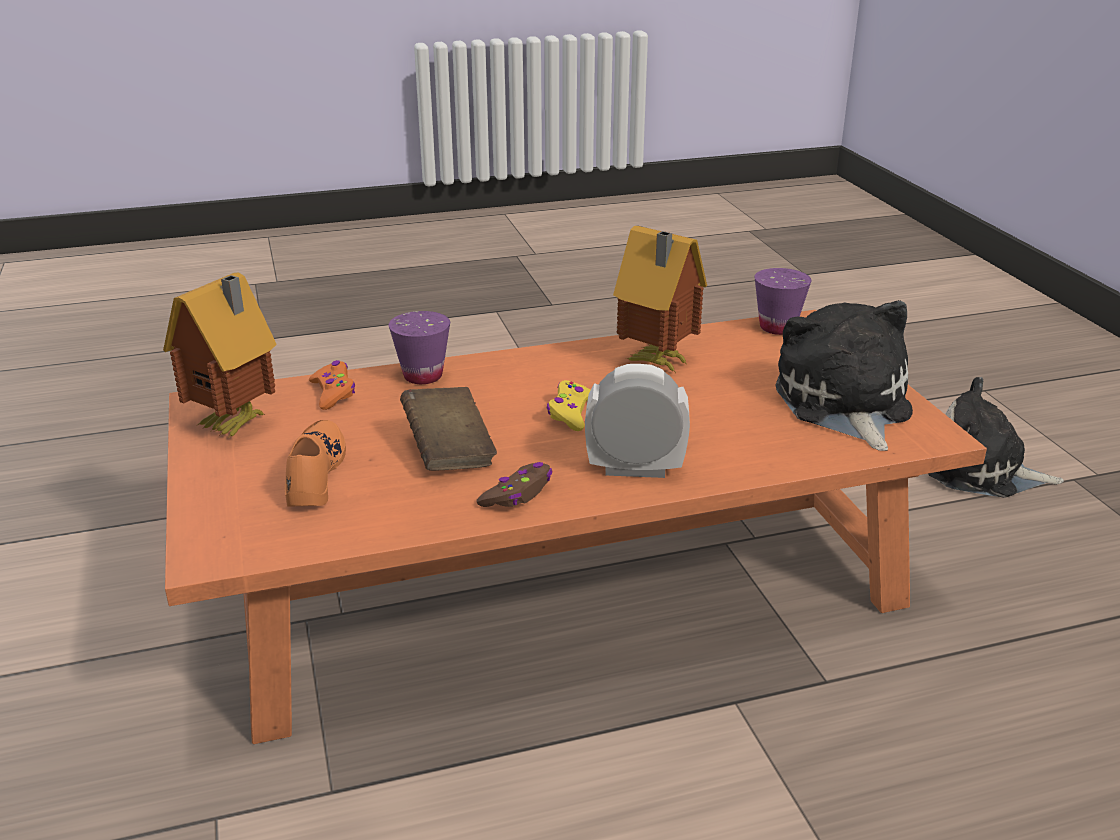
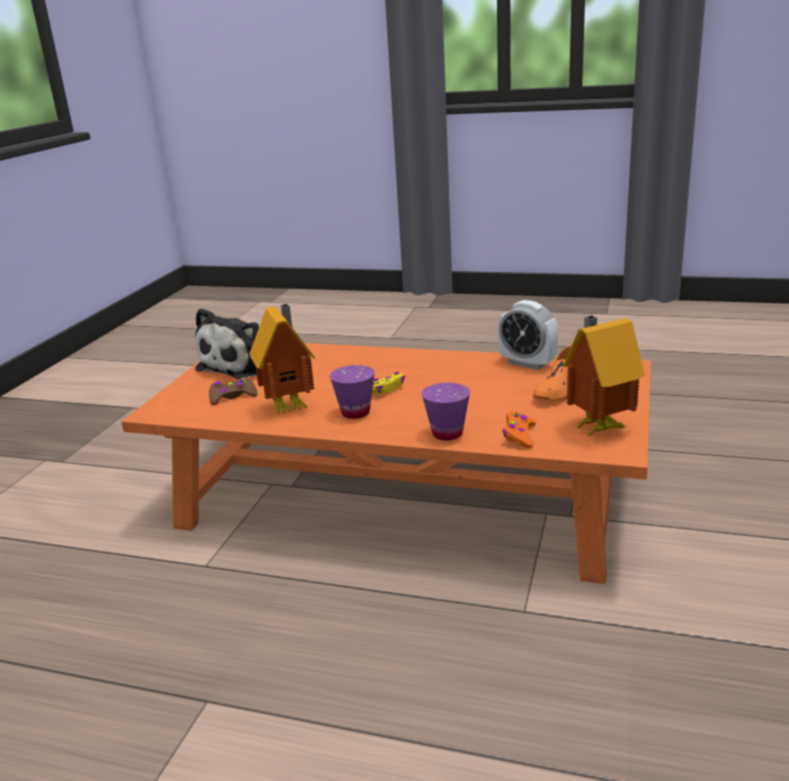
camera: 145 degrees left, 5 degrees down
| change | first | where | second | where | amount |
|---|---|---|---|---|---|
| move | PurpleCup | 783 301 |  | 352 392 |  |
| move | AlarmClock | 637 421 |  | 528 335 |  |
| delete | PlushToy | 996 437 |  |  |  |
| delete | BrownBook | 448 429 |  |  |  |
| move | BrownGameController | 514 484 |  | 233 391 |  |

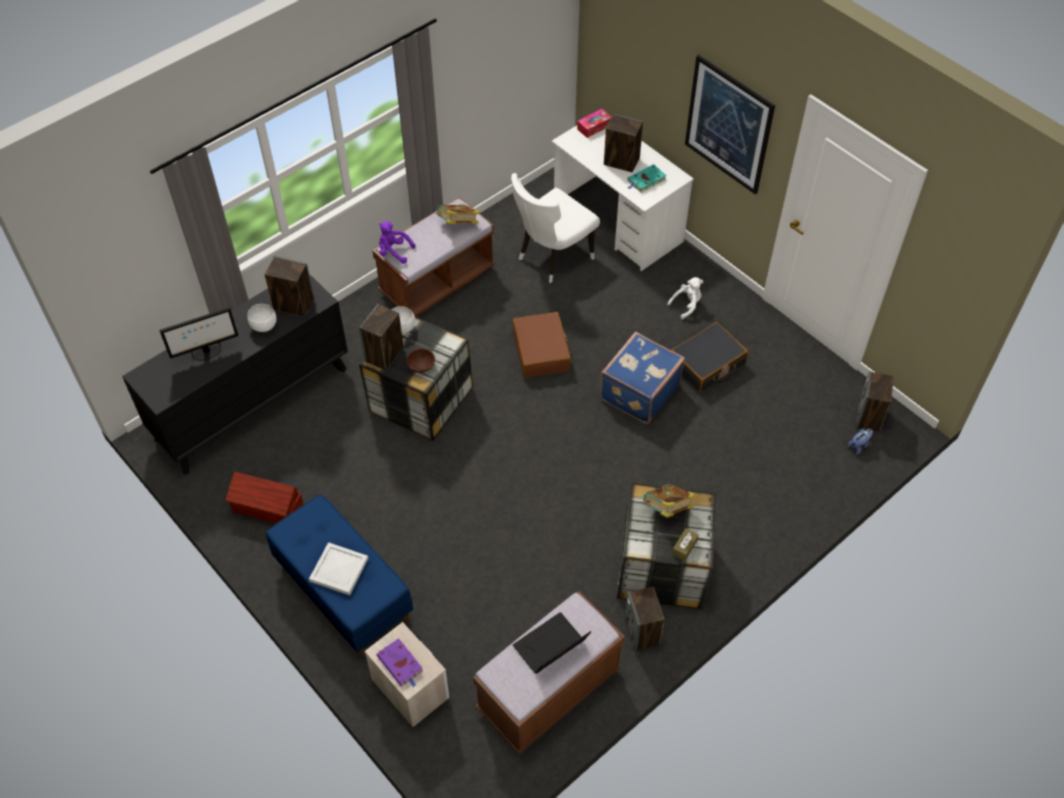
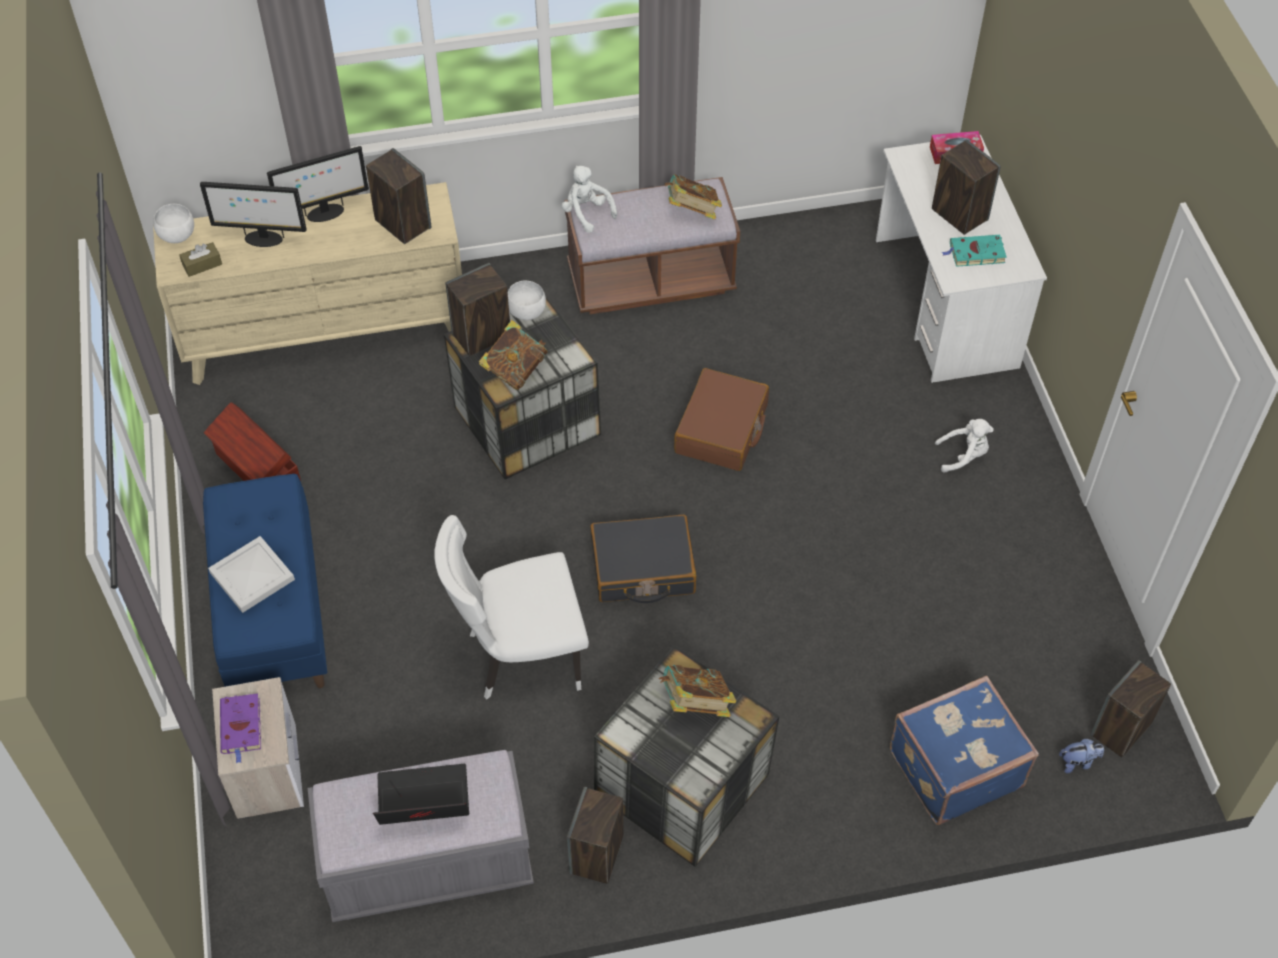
camera: 30 degrees right, 0 degrees up
| change | first | where | second | where | amount |
|---|---|---|---|---|---|
| delete | Picture | 730 125 |  |  |  |
| move | WhiteChair | 555 228 |  | 511 607 |  |
| recolor | PurplePlushToy | 397 243 | WhitePlushToy | 589 199 |  |
| recolor | BlackDresser | 235 374 | BeigeDresser | 307 283 |  |
| move | WhiteBowl | 262 318 |  | 173 223 |  |
| move | BlackSuitcase | 709 357 |  | 643 558 |  |
| move | BlueSuitcase | 642 378 |  | 964 750 |  |
| replace | BrownBowl | 420 360 | Book | 513 355 |  |
| move | BrownTissueBox | 685 544 |  | 200 259 |  |
| recolor | BrownBench | 549 672 | GreyBench | 420 836 |  |
| insert |  |  | Monitor | 318 184 |  |

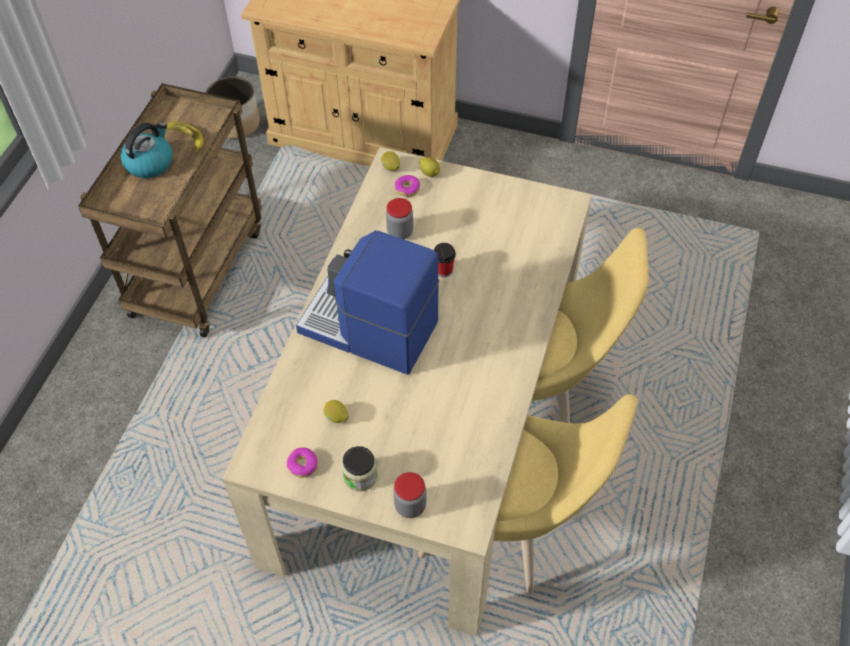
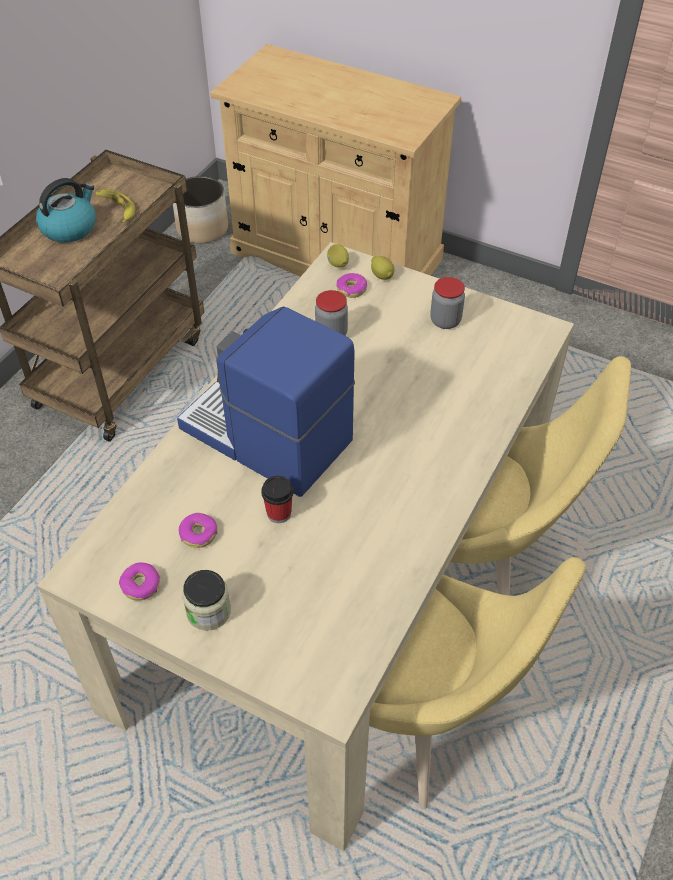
camera: 10 degrees right, 5 degrees down
| change | first | where | second | where | amount |
|---|---|---|---|---|---|
| move | Cup | 445 260 |  | 277 499 |  |
| replace | Lemon | 336 411 | Donut | 198 530 |  |
| move | Jar | 409 495 |  | 447 303 |  |

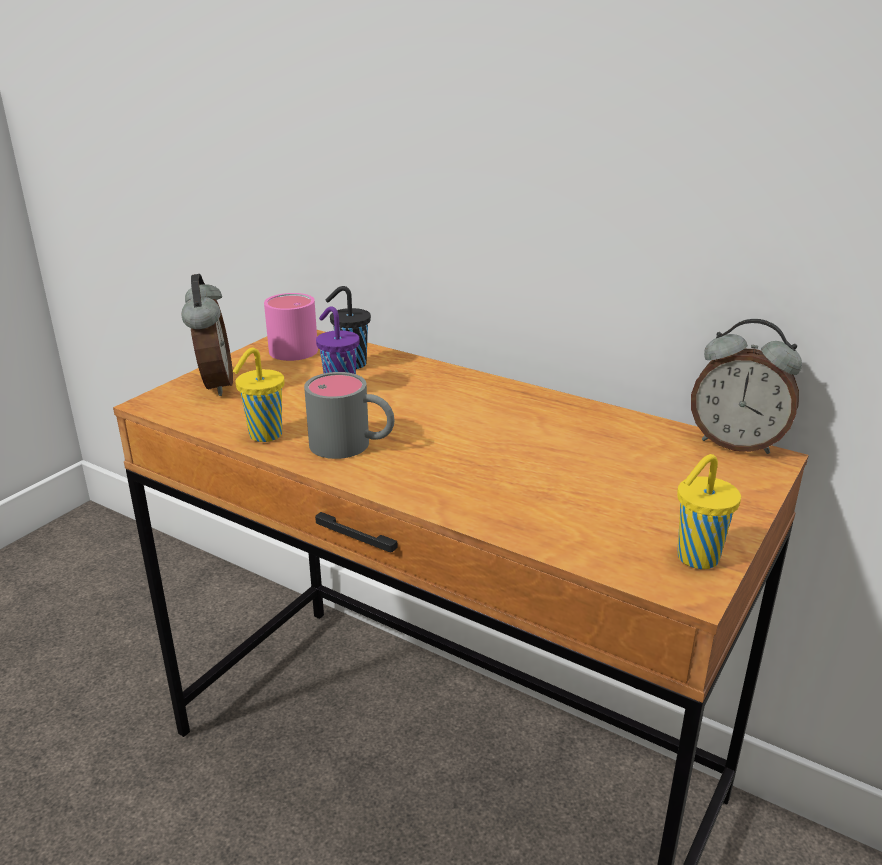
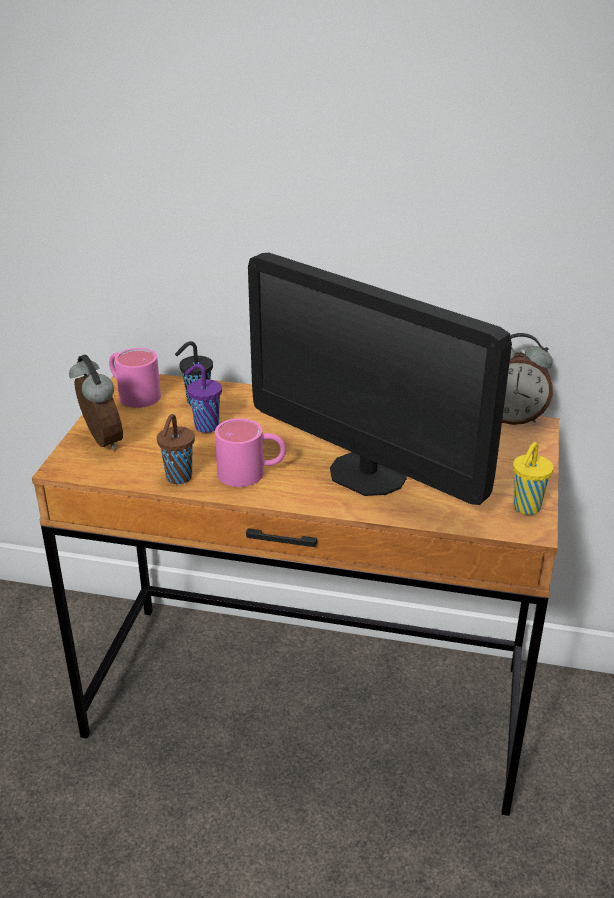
camera: 20 degrees left, 5 degrees up
| change | first | where | second | where | amount |
|---|---|---|---|---|---|
| recolor | YellowCup | 258 395 | BrownCup | 176 449 |  |
| recolor | GreyMug | 349 415 | PinkMug | 250 452 |  |
| insert |  |  | Monitor | 380 378 |  |

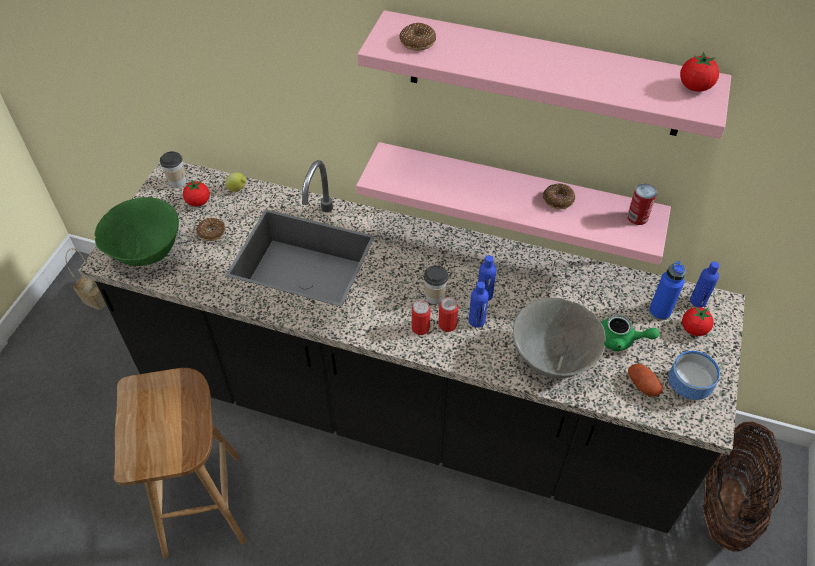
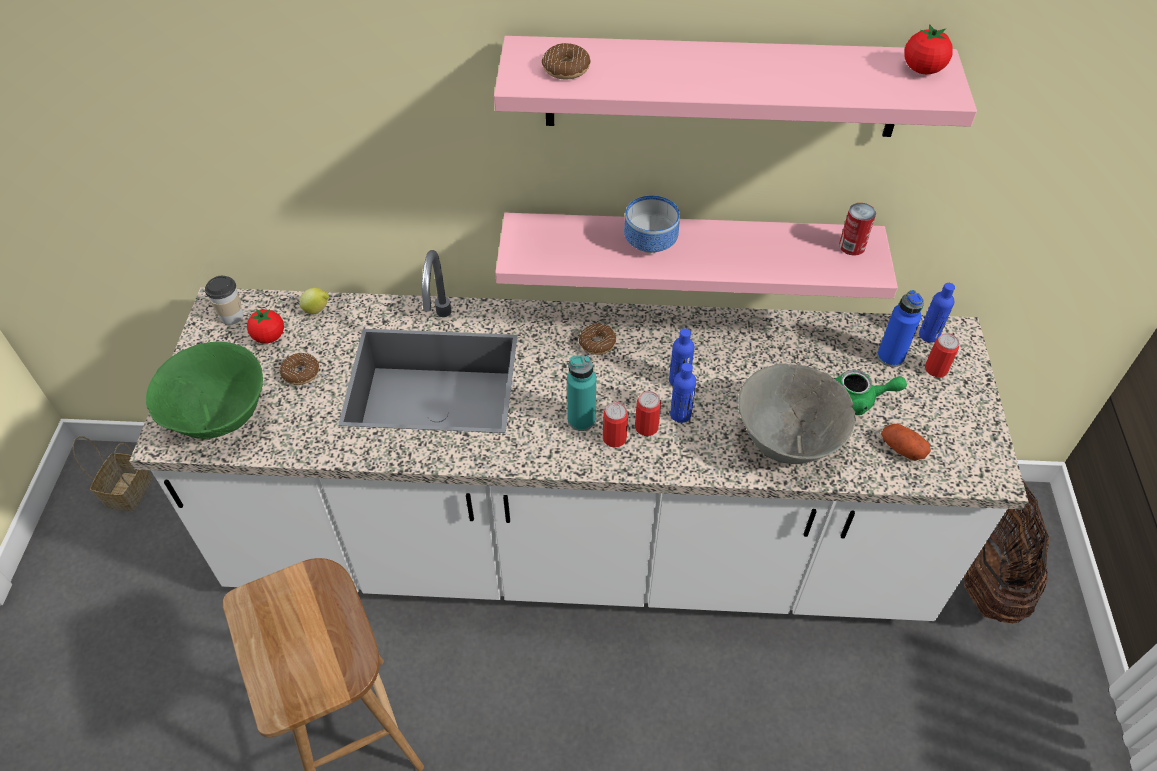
camera: 15 degrees left, 0 degrees up
| change | first | where | second | where | amount |
|---|---|---|---|---|---|
| recolor | BlackCounter | 411 346 | WhiteCounter | 578 435 |  |
| move | Donut | 559 196 |  | 597 339 |  |
| delete | Cup | 436 285 |  |  |  |
| replace | Tomato | 698 321 | Can | 942 355 |  |
| move | Bowl | 694 375 |  | 652 224 |  |
| insert |  |  | TurquoiseBottle | 581 393 |  |

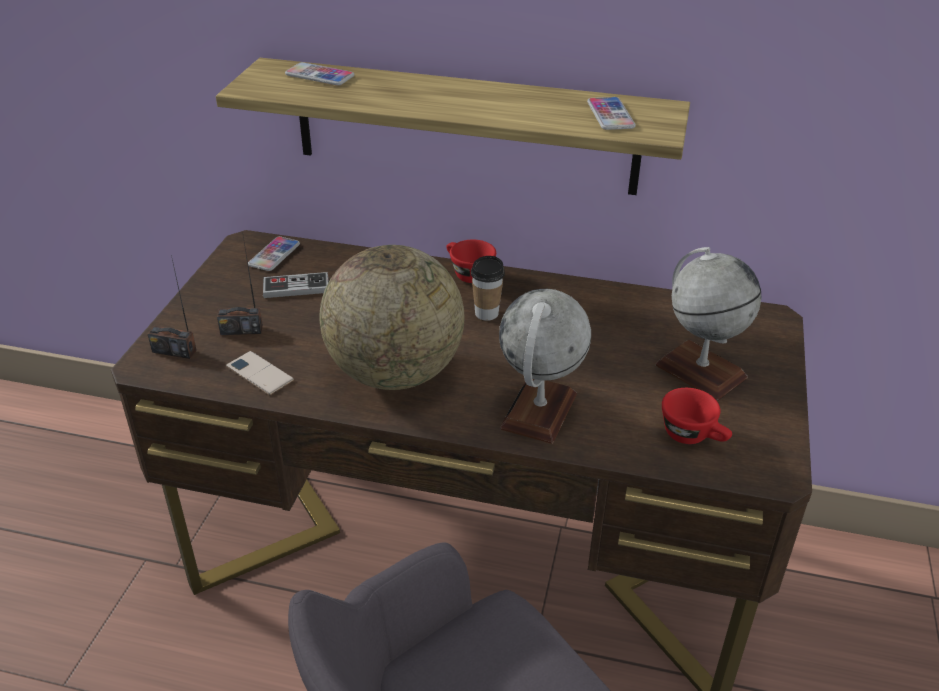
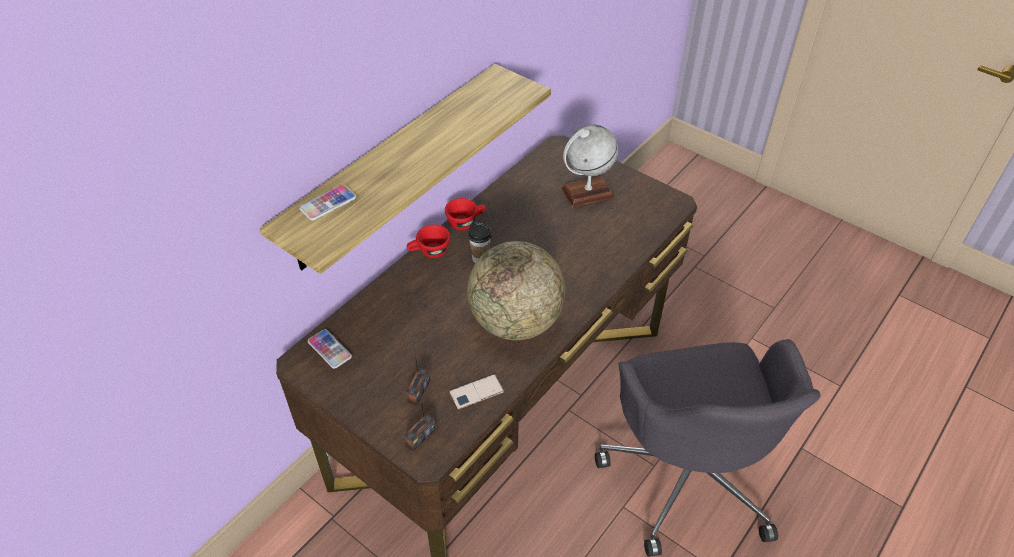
camera: 65 degrees left, 10 degrees up
| change | first | where | second | where | amount |
|---|---|---|---|---|---|
| delete | Phone | 611 113 |  |  |  |
| delete | GameController | 296 285 |  |  |  |
| delete | Globe | 545 366 |  |  |  |
| move | RedCup | 697 416 |  | 465 214 |  |

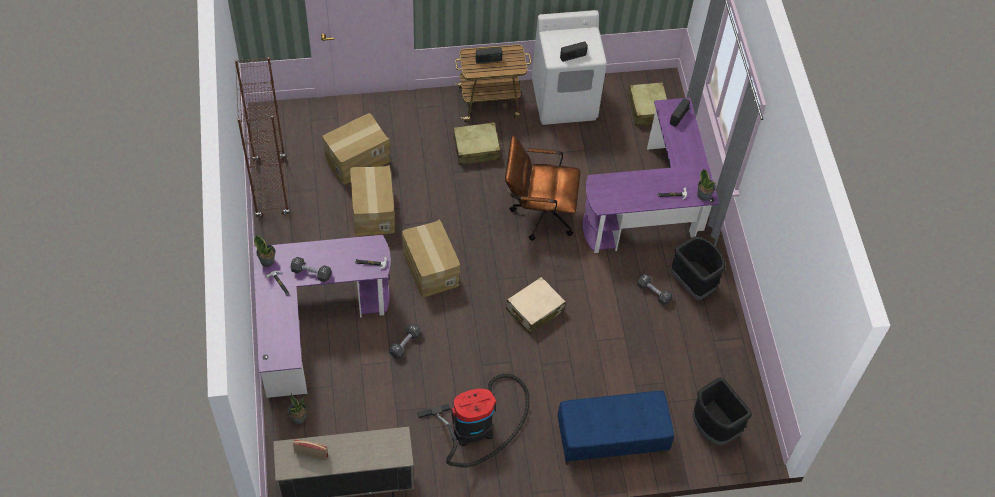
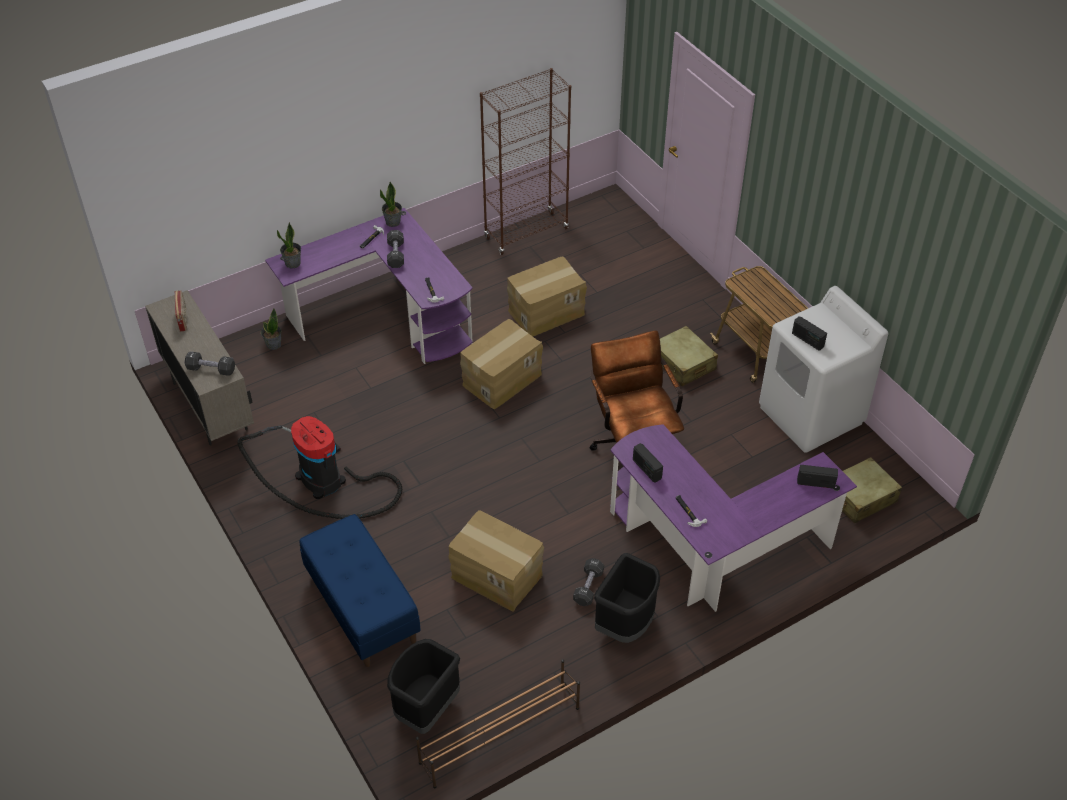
camera: 70 degrees right, 10 degrees down
| change | first | where | second | where | amount |
|---|---|---|---|---|---|
| move | Radio | 489 55 |  | 648 463 |  |
| move | CardboardBox | 356 149 |  | 496 561 |  |
| move | PottedPlant | 706 185 |  | 289 245 |  |
| delete | BeigeSuitcase | 536 305 |  |  |  |
| move | BlackDumbbell | 405 341 |  | 210 364 |  |
| insert |  |  | BrownShoeRack | 498 724 |  |

